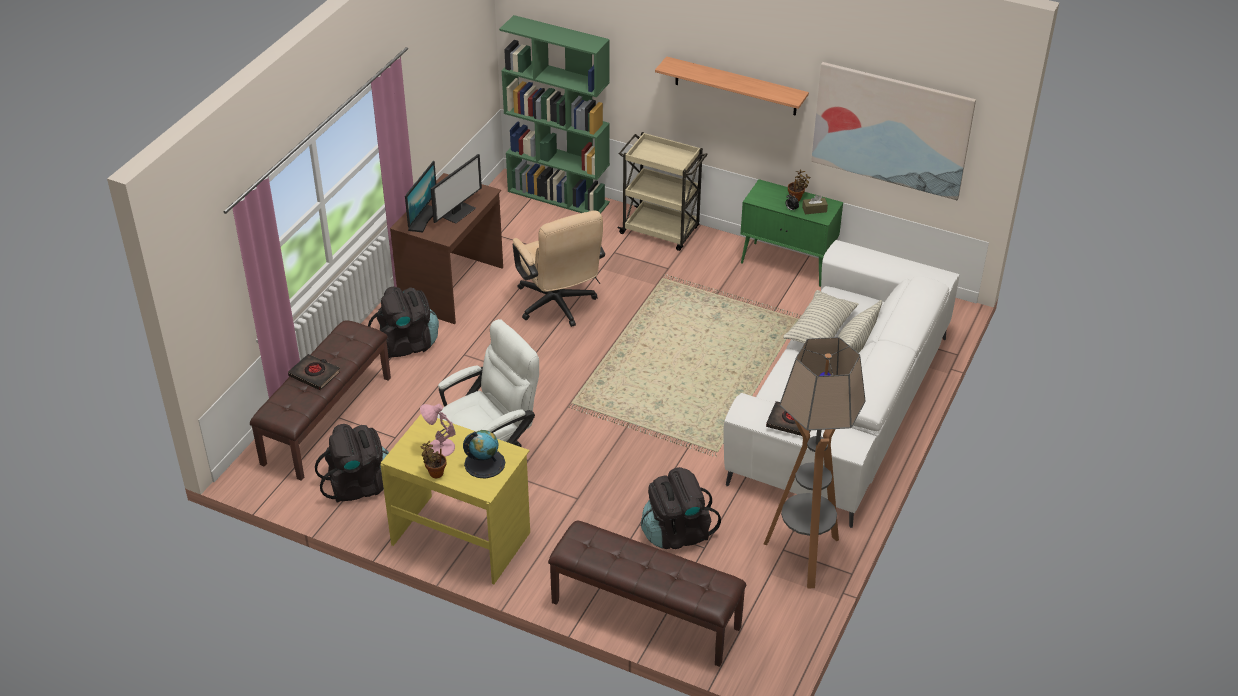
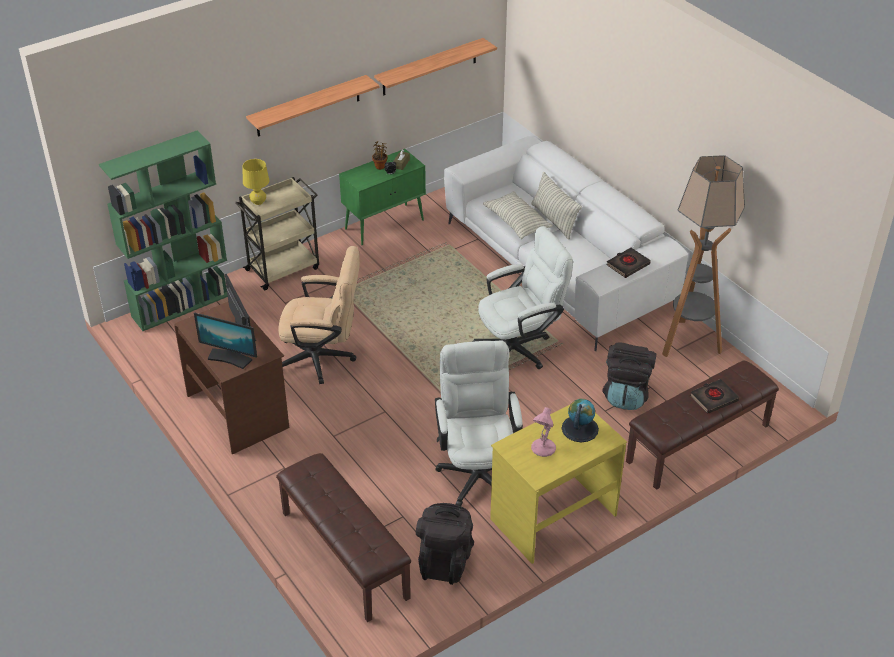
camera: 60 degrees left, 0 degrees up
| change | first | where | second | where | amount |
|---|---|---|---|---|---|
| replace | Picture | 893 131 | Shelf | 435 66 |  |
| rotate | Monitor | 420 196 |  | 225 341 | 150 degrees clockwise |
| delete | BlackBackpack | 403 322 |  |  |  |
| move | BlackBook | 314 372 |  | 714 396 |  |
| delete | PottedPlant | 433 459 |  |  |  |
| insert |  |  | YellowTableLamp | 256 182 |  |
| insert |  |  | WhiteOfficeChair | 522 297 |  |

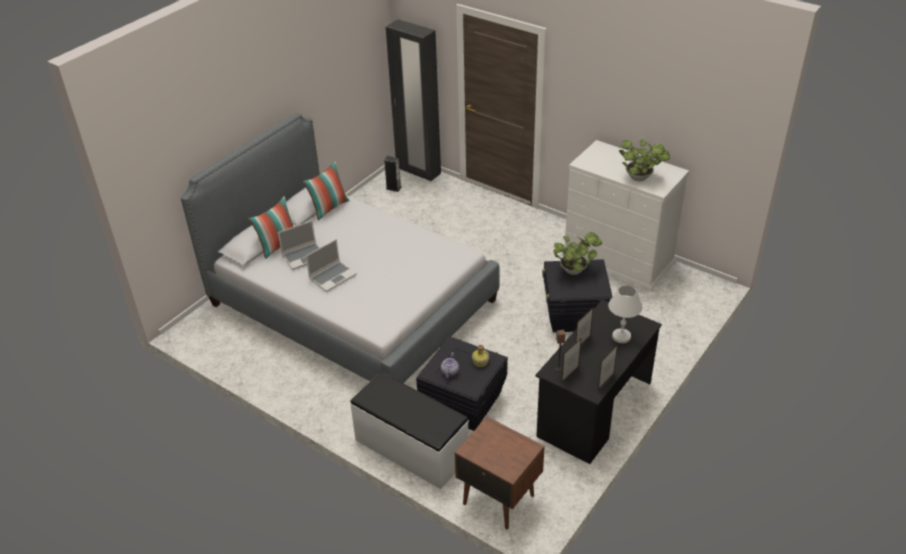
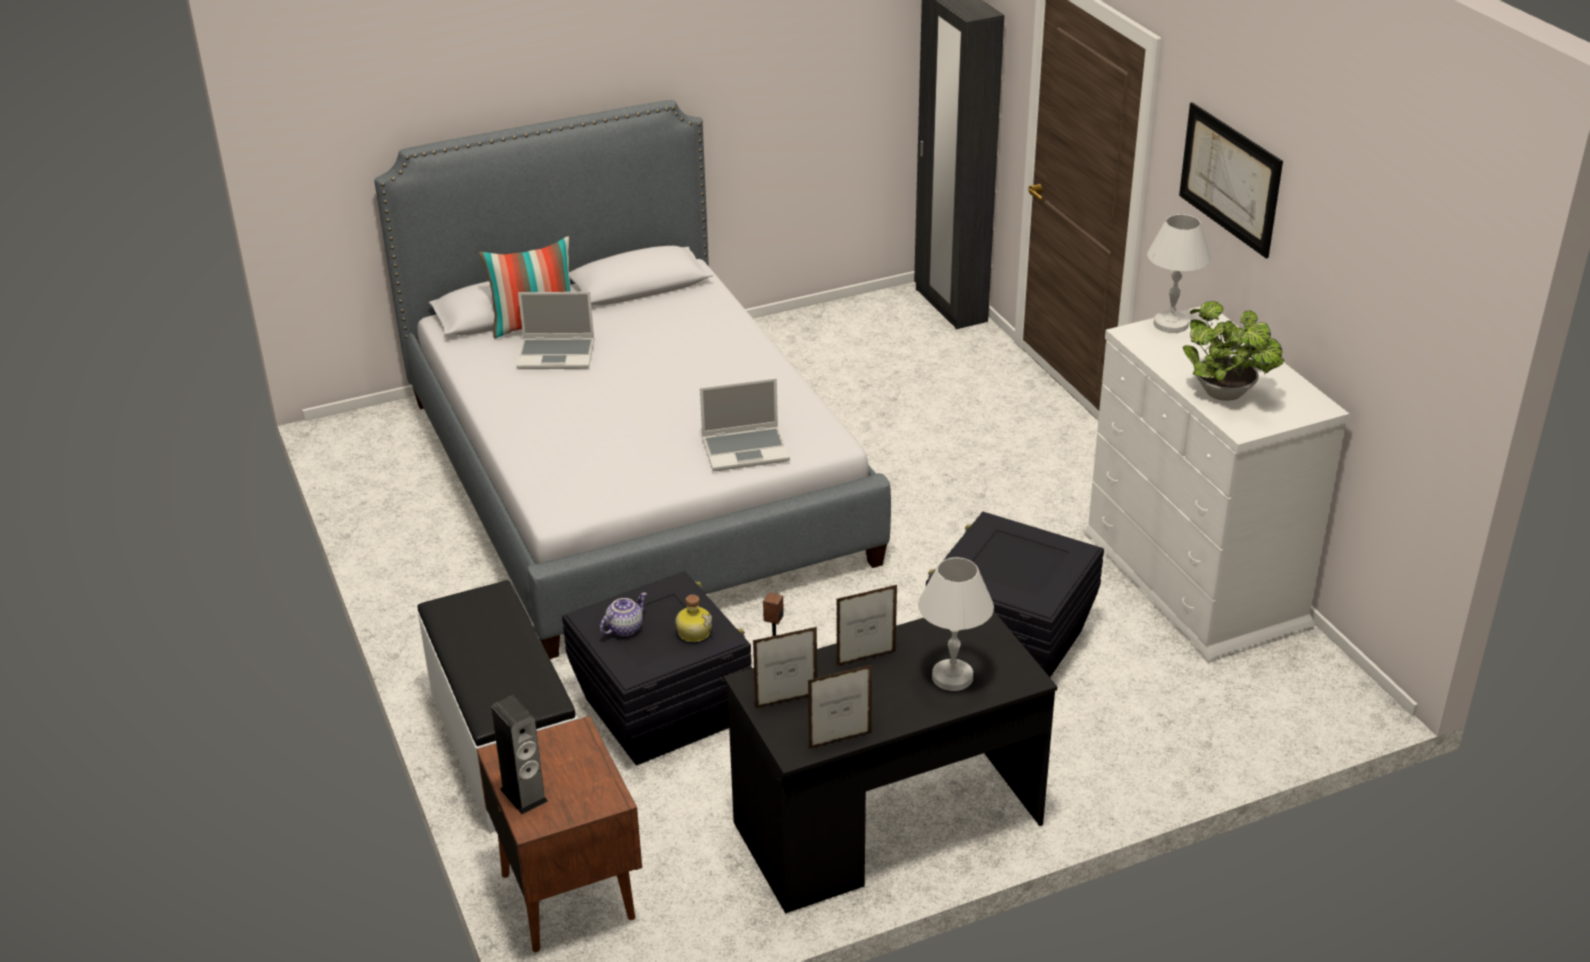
camera: 30 degrees right, 5 degrees down
| change | first | where | second | where | amount |
|---|---|---|---|---|---|
| move | Speaker | 393 174 |  | 519 755 |  |
| delete | Pillow | 326 191 |  |  |  |
| delete | PottedPlant | 577 253 |  |  |  |
| move | Laptop | 331 265 |  | 745 424 |  |
| insert |  |  | Picture | 1231 180 |  |
| insert |  |  | WhiteTableLamp | 1179 273 |  |

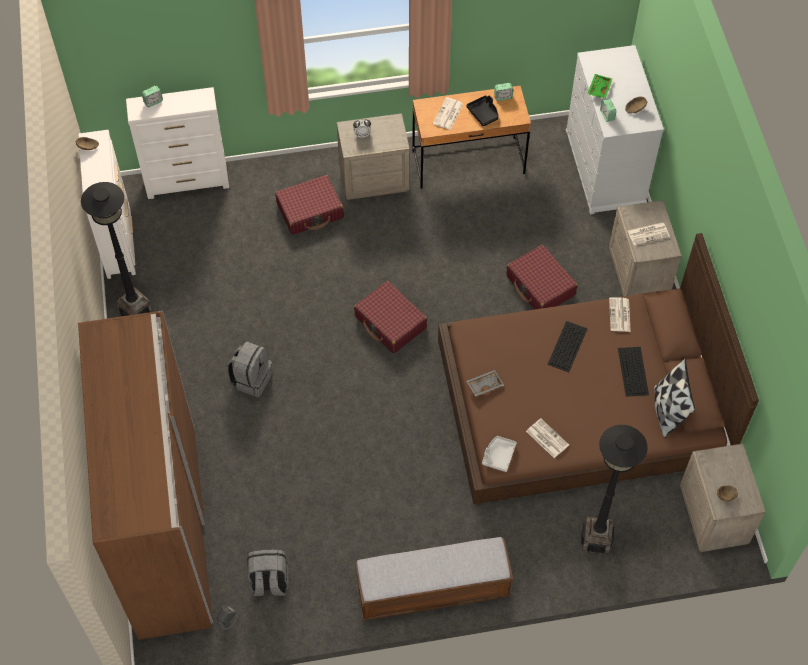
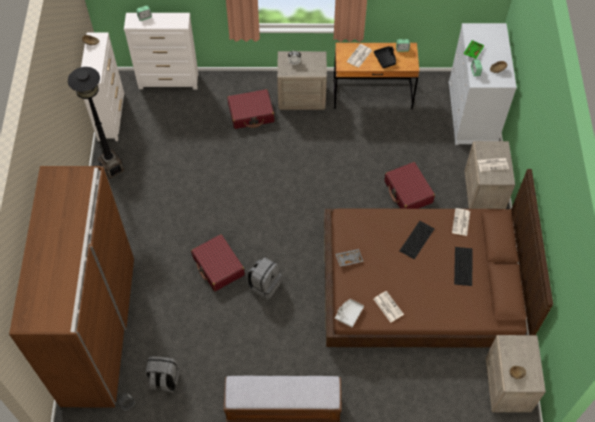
camera: 10 degrees right, 0 degrees up
| change | first | where | second | where | amount |
|---|---|---|---|---|---|
| move | RedSuitcase | 390 317 |  | 218 262 |  |
| move | GreyBackpack | 249 369 |  | 264 278 |  |
| delete | Pillow | 674 398 |  |  |  |
| delete | BlackFloorLamp | 614 489 |  |  |  |

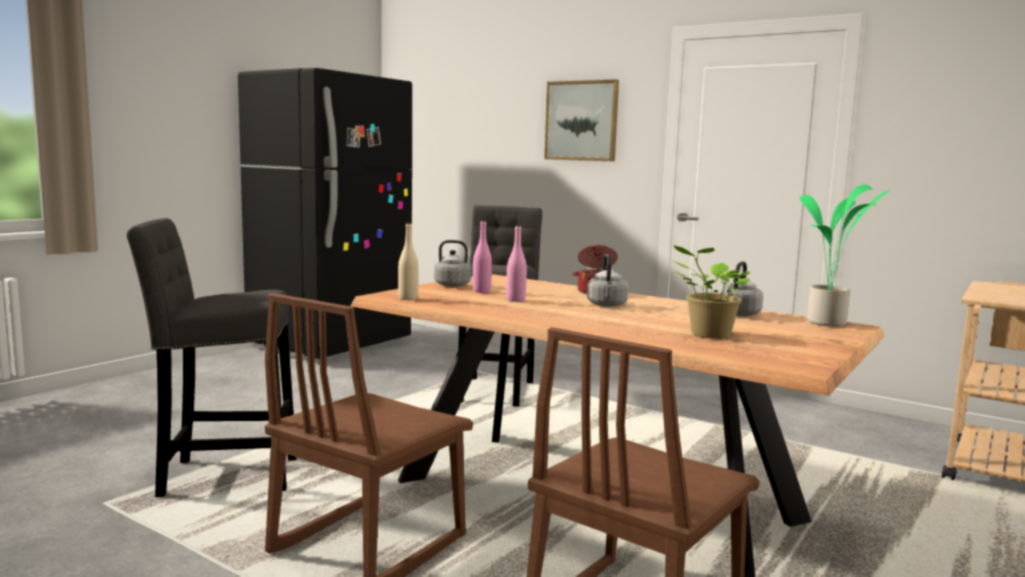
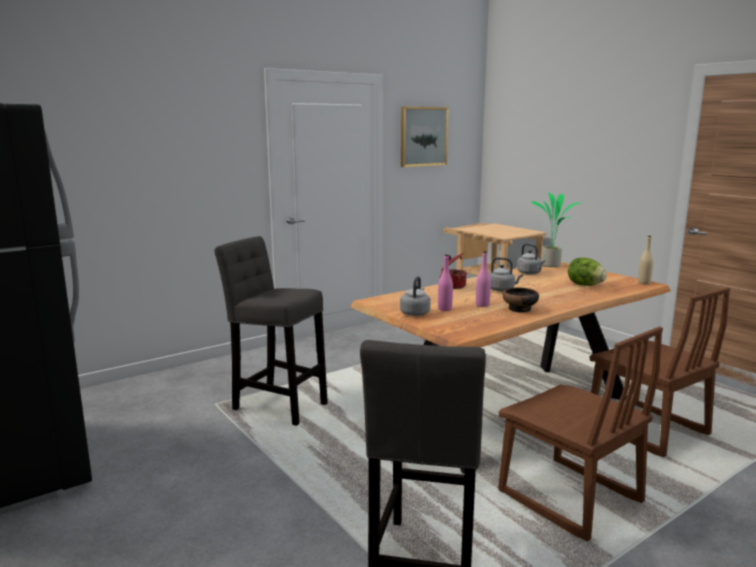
camera: 70 degrees left, 5 degrees up
| change | first | where | second | where | amount |
|---|---|---|---|---|---|
| move | Picture | 581 120 |  | 425 136 |  |
| move | BeigeBottle | 408 261 |  | 645 260 |  |
| replace | PottedPlant | 711 292 | Lettuce | 587 272 |  |
| insert |  |  | Bowl | 521 299 |  |

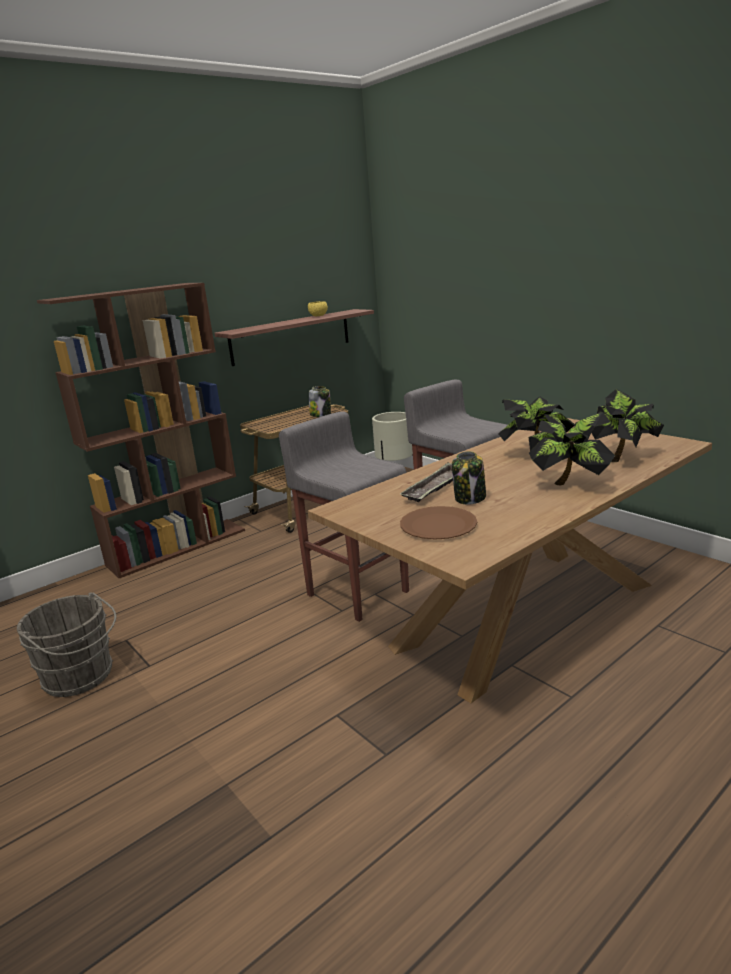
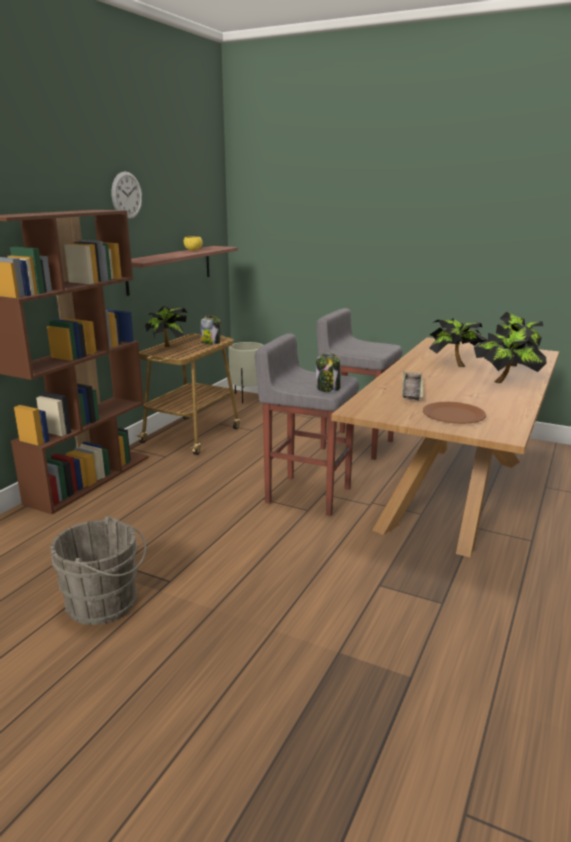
camera: 25 degrees left, 0 degrees up
| change | first | where | second | where | amount |
|---|---|---|---|---|---|
| move | Jar | 469 478 |  | 328 372 |  |
| insert |  |  | WallClock | 127 195 |  |
| insert |  |  | PottedPlant | 166 326 |  |

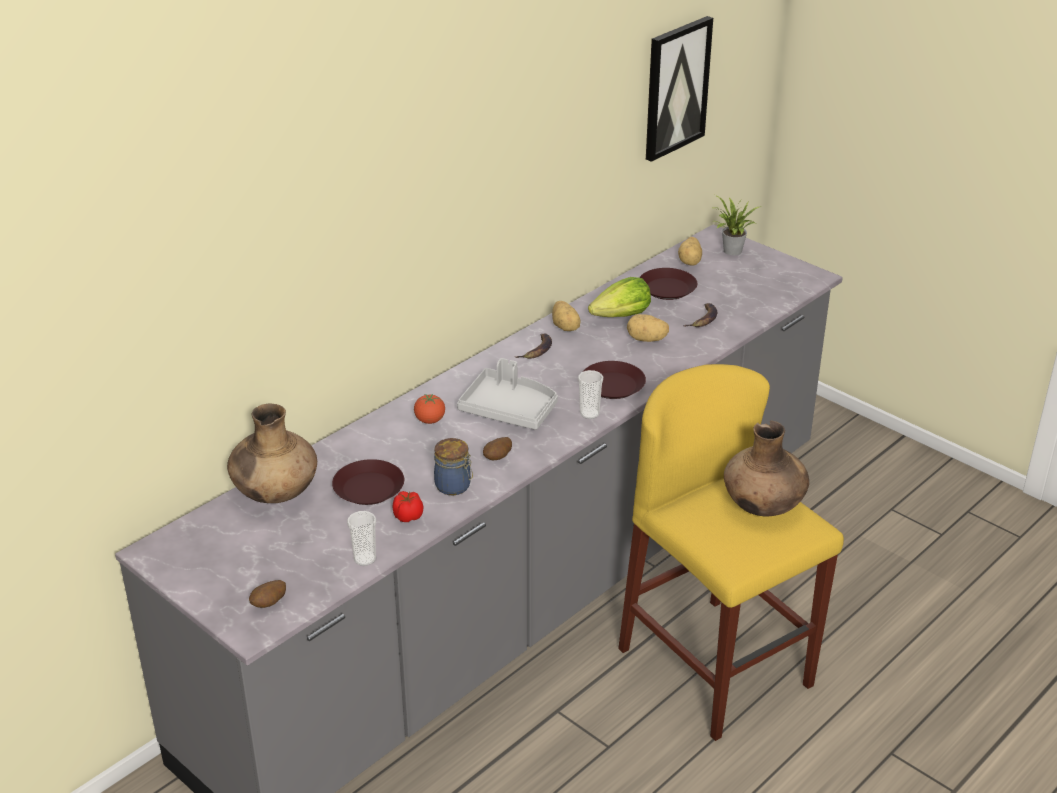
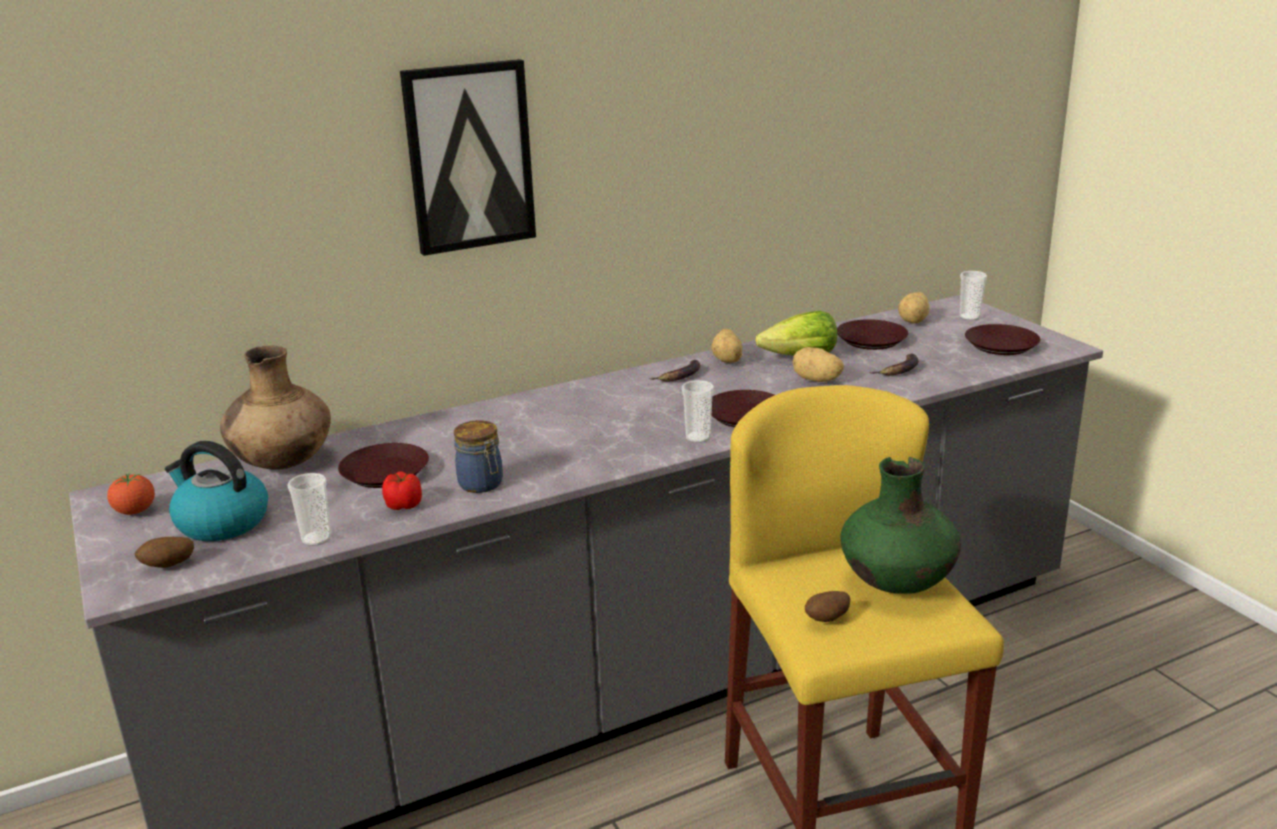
camera: 20 degrees right, 10 degrees down
| change | first | where | second | where | amount |
|---|---|---|---|---|---|
| move | Picture | 679 89 |  | 468 157 |  |
| replace | PottedPlant | 735 225 | Cup | 973 295 |  |
| delete | GreyTray | 507 394 |  |  |  |
| move | Tomato | 429 409 |  | 131 494 |  |
| recolor | BrownVase | 766 468 | GreenVase | 900 525 |  |
| move | Potato | 497 448 |  | 827 606 |  |
| insert |  |  | BrownPlate | 1003 339 |  |
| insert |  |  | Kettle | 216 491 |  |

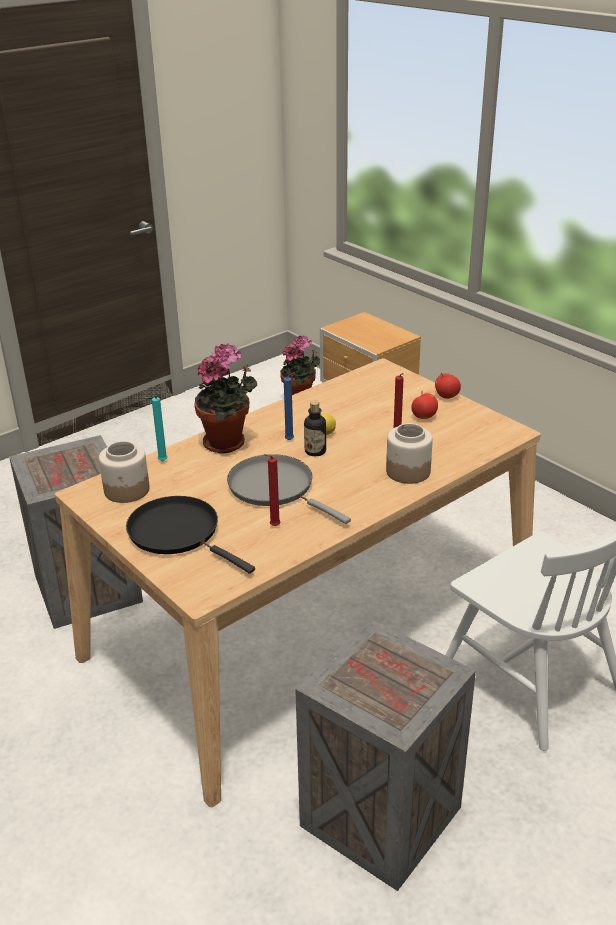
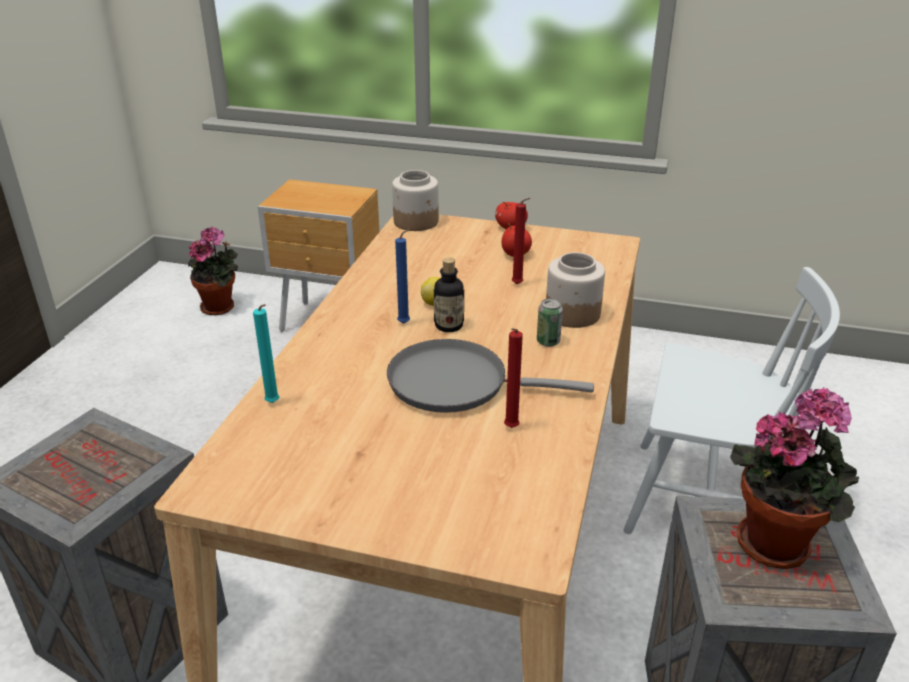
camera: 35 degrees left, 0 degrees up
| change | first | where | second | where | amount |
|---|---|---|---|---|---|
| move | PottedPlant | 225 398 |  | 794 478 |  |
| move | Jar | 124 472 |  | 415 200 |  |
| delete | BlackFryingPan | 190 535 |  |  |  |
| insert |  |  | Can | 550 322 |  |

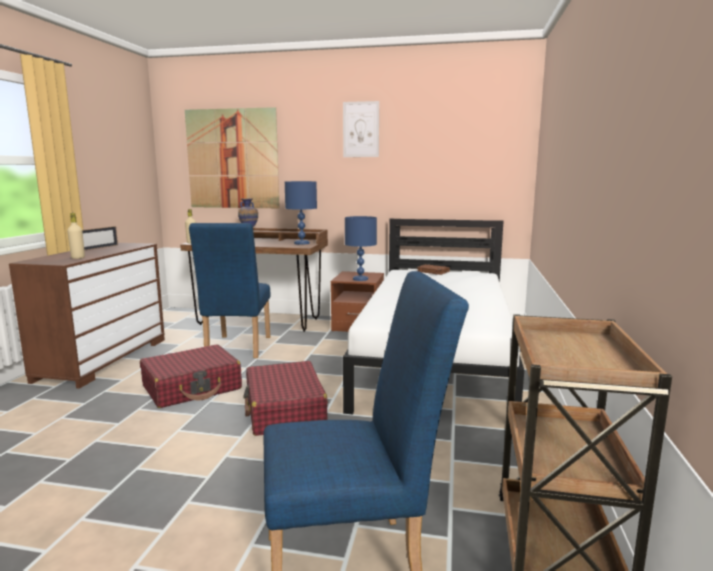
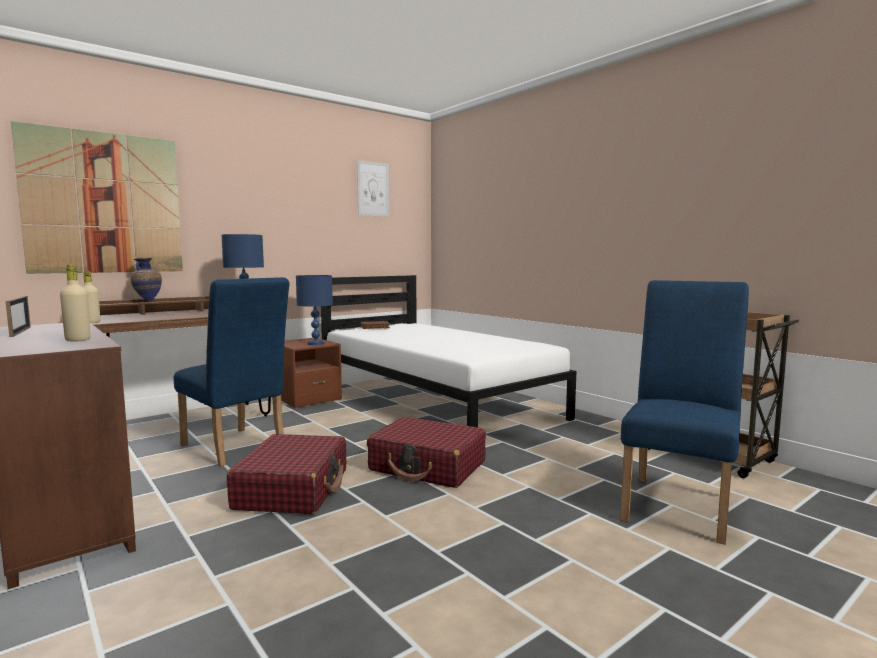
camera: 50 degrees left, 5 degrees down
| change | first | where | second | where | amount |
|---|---|---|---|---|---|
| move | Picture | 361 129 |  | 373 188 |  |

